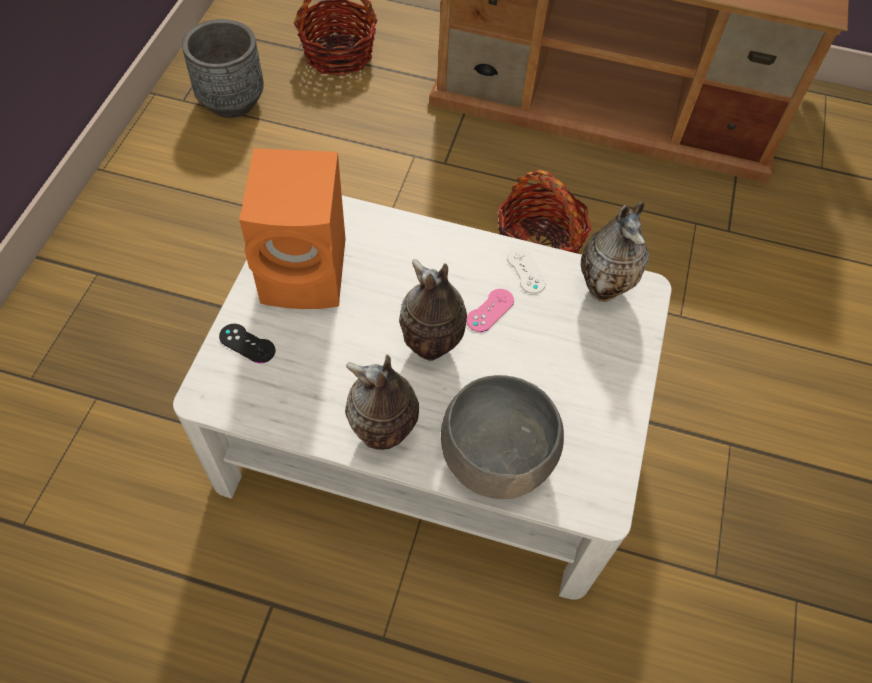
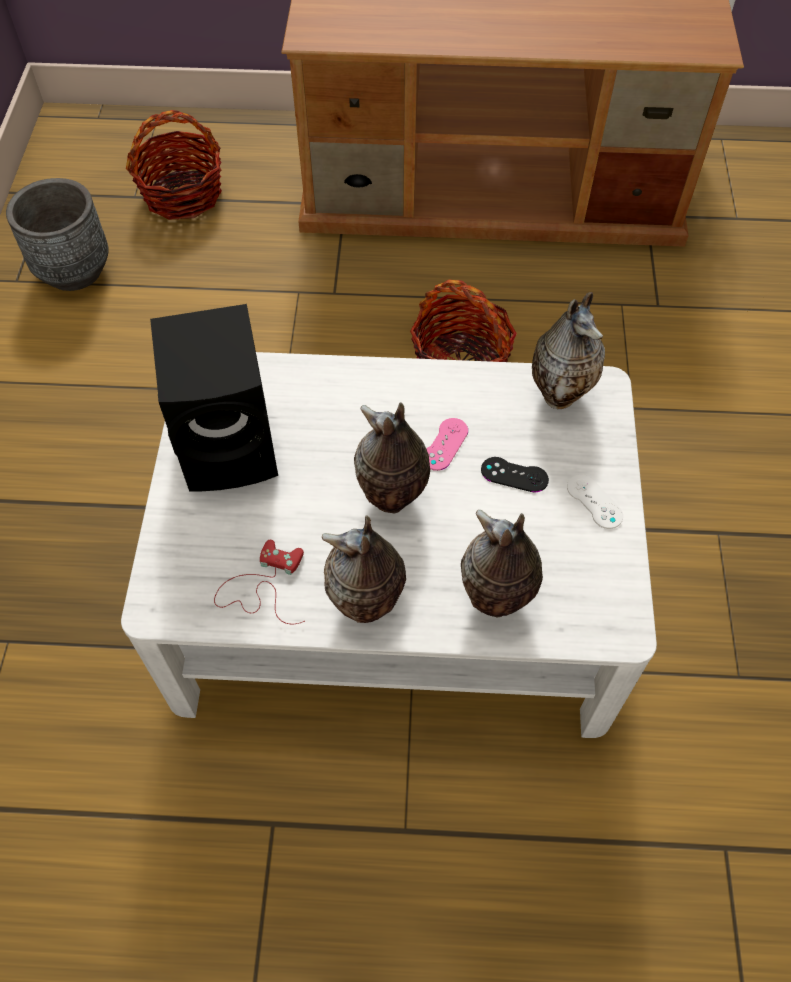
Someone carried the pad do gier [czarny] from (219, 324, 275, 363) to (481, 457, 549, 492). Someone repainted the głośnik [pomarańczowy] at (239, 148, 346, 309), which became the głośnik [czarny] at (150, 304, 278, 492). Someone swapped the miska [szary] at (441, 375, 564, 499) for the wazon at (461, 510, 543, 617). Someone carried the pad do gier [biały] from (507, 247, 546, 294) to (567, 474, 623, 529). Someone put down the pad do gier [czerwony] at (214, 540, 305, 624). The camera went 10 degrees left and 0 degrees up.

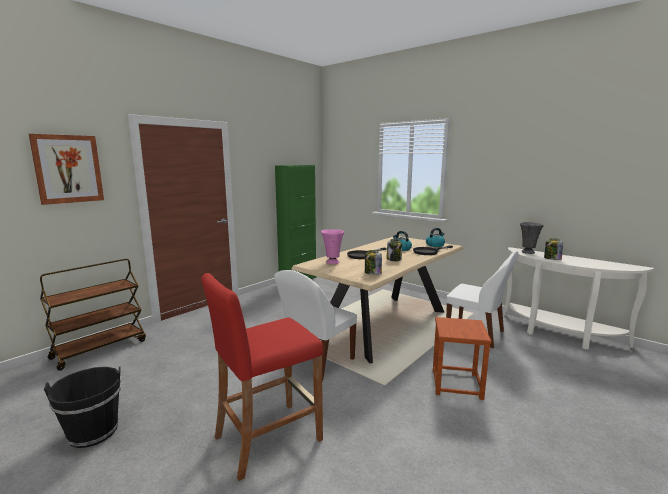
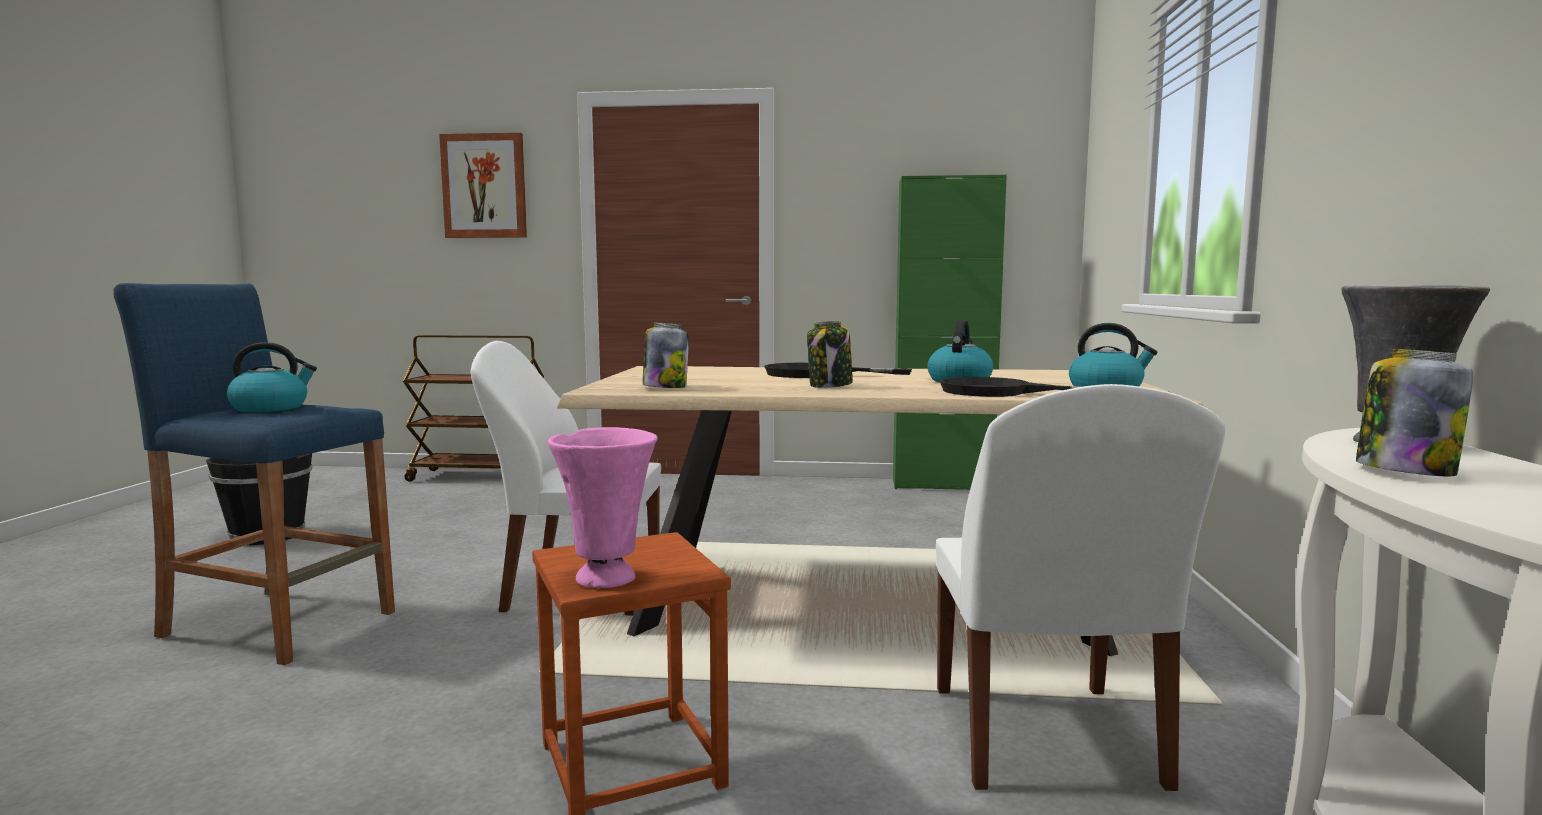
Someone repainted the stołek [czerwony] at (201, 273, 323, 481), which became the stołek [niebieski] at (113, 283, 395, 665). Someone carried the wazon [różowy] from (321, 229, 344, 264) to (548, 427, 657, 588). Someone put down the czajnik at (227, 342, 317, 412). The camera went 55 degrees right and 5 degrees down.

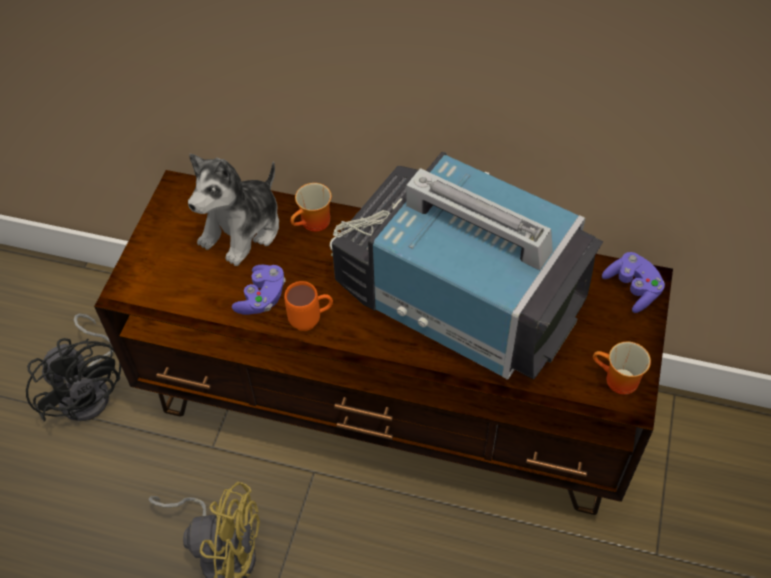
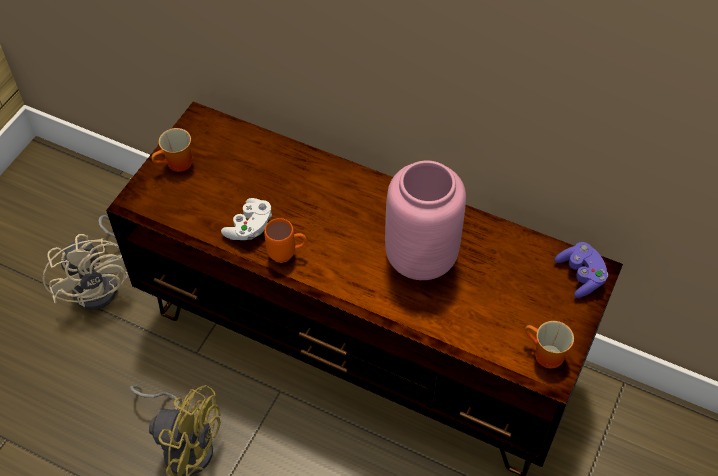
Someone repainted the wentylator [czarny] at (26, 313, 121, 422), which became the wentylator [beżowy] at (43, 215, 128, 310). Someone took away the pluszak at (188, 154, 279, 266). Someone repainted the pad do gier [fioletowy] at (232, 265, 286, 315), which became the pad do gier [biały] at (221, 198, 272, 240). Someone carried the kubek from (290, 183, 331, 232) to (151, 128, 193, 172). Someone swapped the telewizor at (330, 152, 603, 380) for the wazon [różowy] at (385, 160, 466, 280). The camera went 10 degrees right and 0 degrees up.

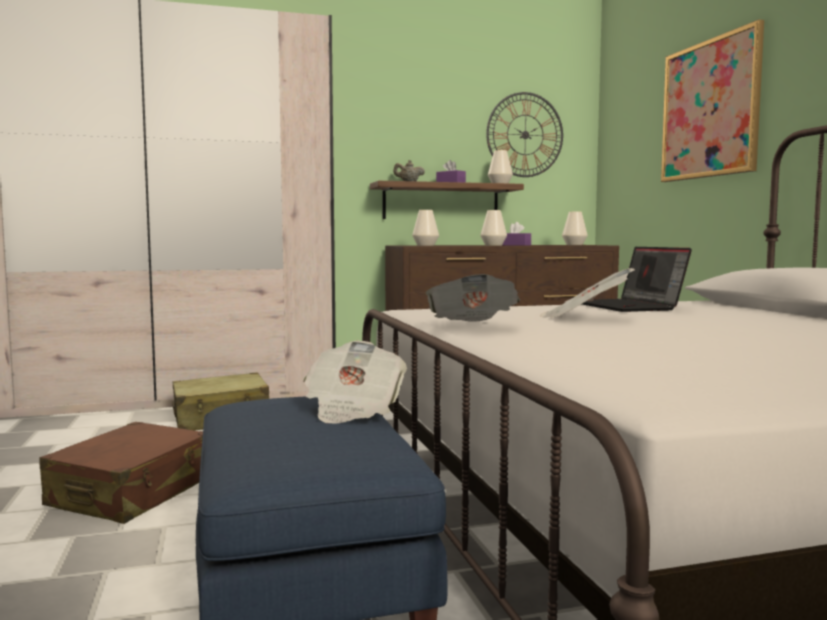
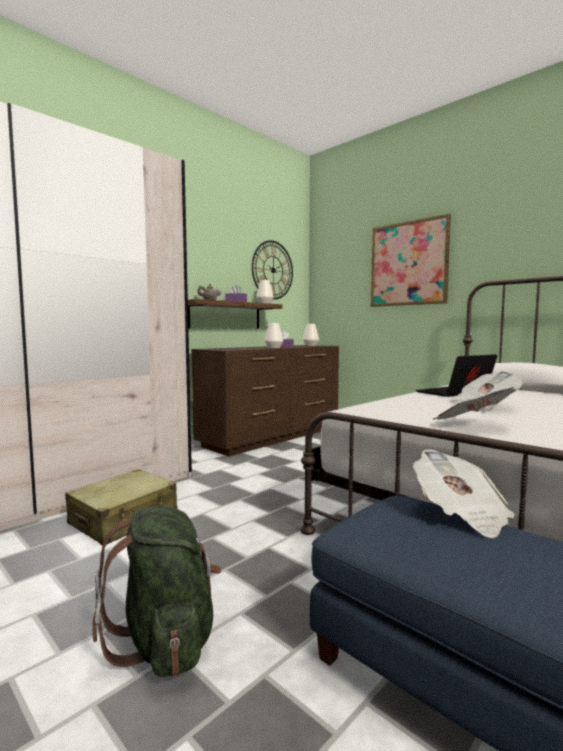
Someone swapped the walizka [brązowy] at (39, 422, 203, 524) for the plecak [zielony] at (93, 507, 221, 677). Someone took away the wazon [biały] at (412, 210, 439, 246). Someone rotated the laptop at (582, 247, 692, 312) by 105 degrees clockwise. The camera went 30 degrees left and 0 degrees up.

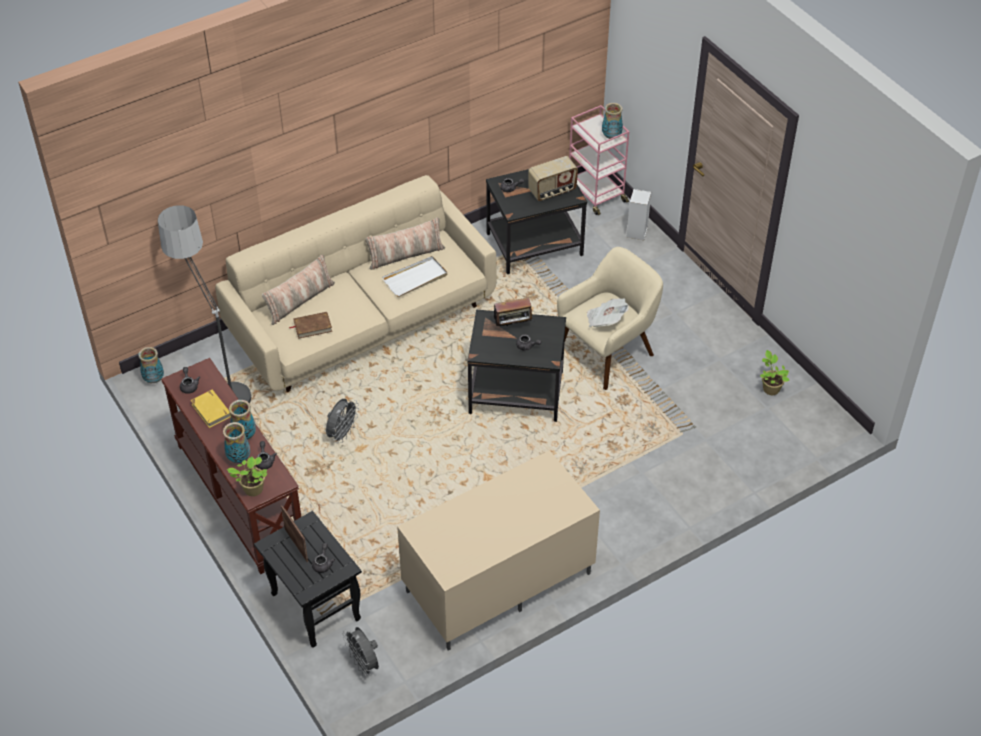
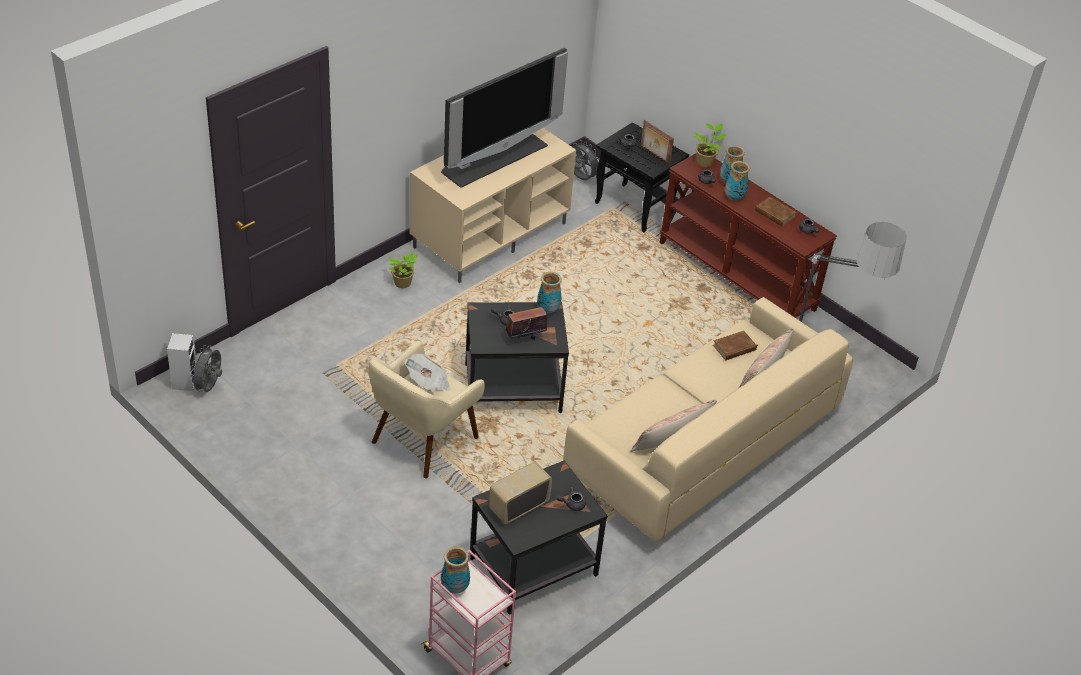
Someone carried the wazon from (138, 347, 164, 383) to (537, 272, 562, 313). Someone repainted the książka [żółty] at (191, 390, 231, 428), which became the książka [brązowy] at (755, 197, 797, 228). Someone carried the wentylator [szary] from (326, 399, 359, 443) to (190, 345, 222, 392). Someone took away the taca [biały] at (382, 256, 447, 297). Someone carried the głośnik from (627, 189, 651, 240) to (167, 333, 197, 391). Someone carried the roślina doniczkowa from (760, 350, 790, 395) to (388, 252, 417, 288). Someone put down the telewizor at (441, 48, 568, 188). The camera went 165 degrees right and 5 degrees down.

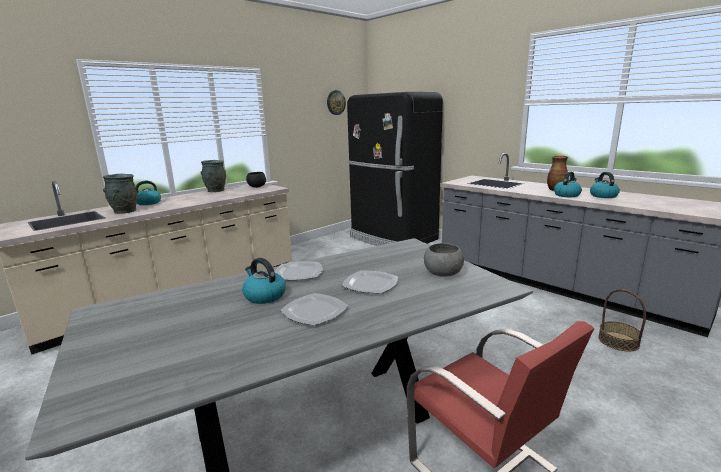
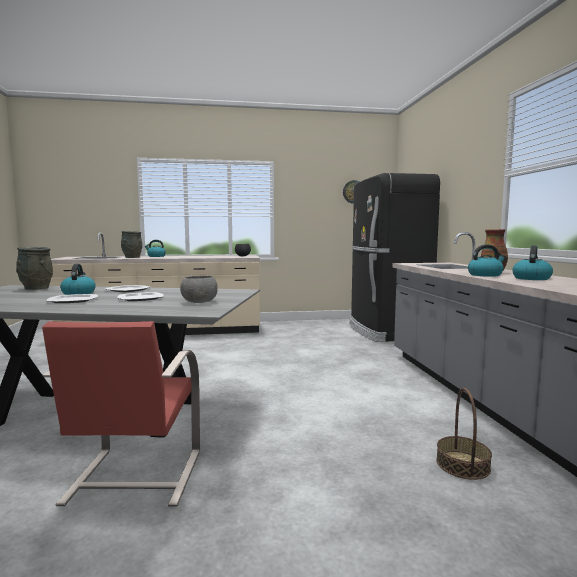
Someone carried the wazon [szary] from (201, 160, 226, 192) to (16, 247, 53, 290). The camera went 35 degrees right and 10 degrees down.

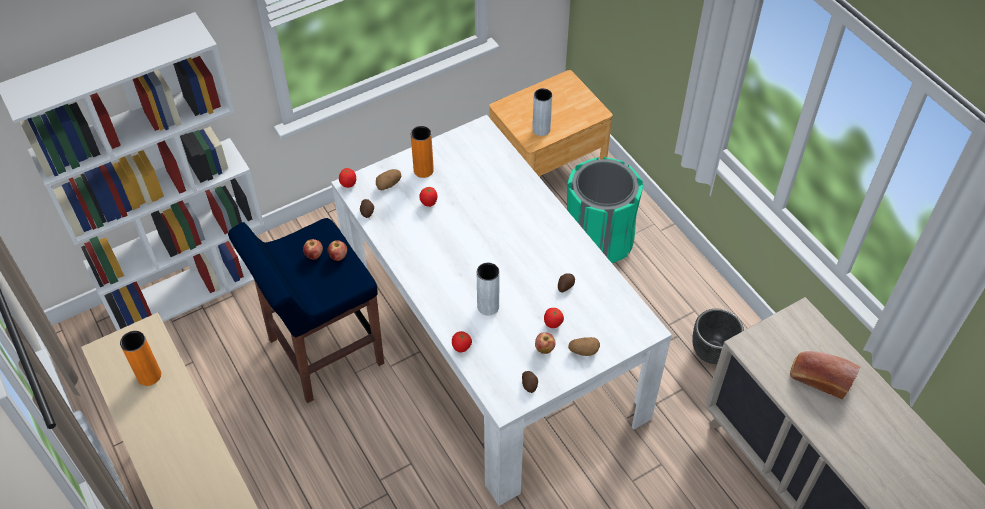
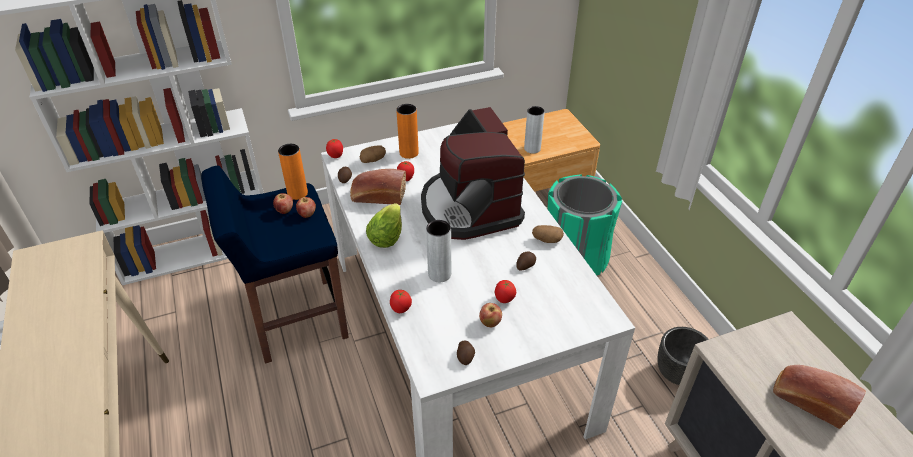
Someone carried the wazon [pomarańczowy] from (120, 331, 161, 386) to (278, 144, 308, 200). Someone carried the ziemniak from (568, 337, 600, 356) to (532, 225, 564, 243). Someone put down the chleb at (350, 169, 406, 205). Someone put down the sałata at (366, 203, 402, 248). Someone put down the ekspres do kawy at (421, 107, 525, 240). The camera went 10 degrees right and 10 degrees down.

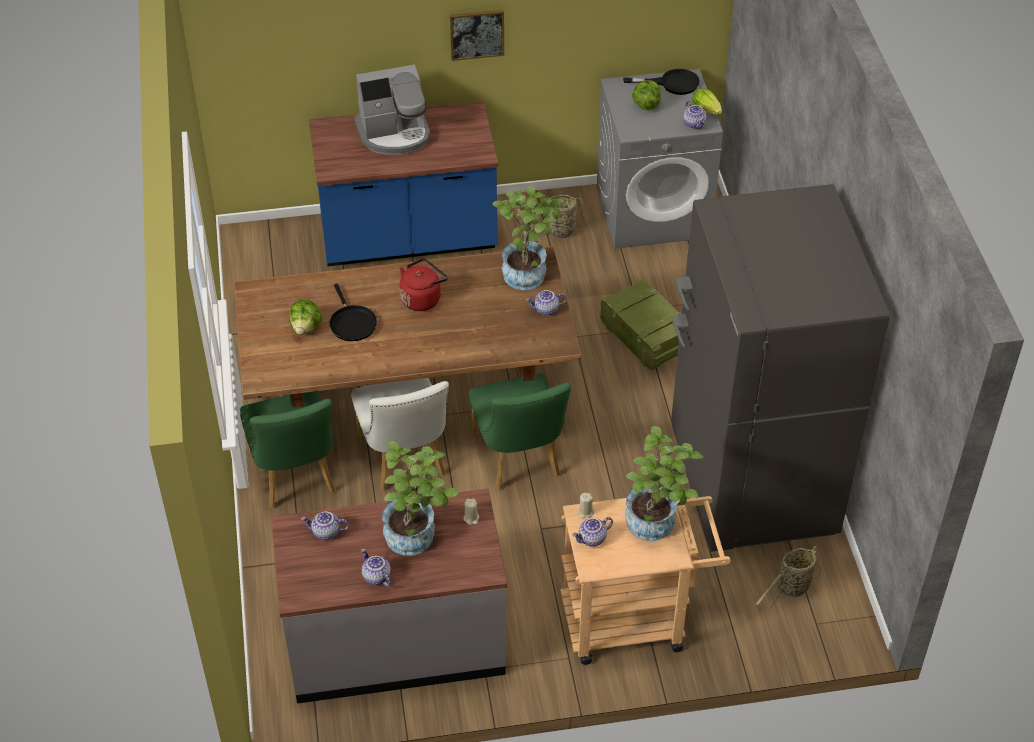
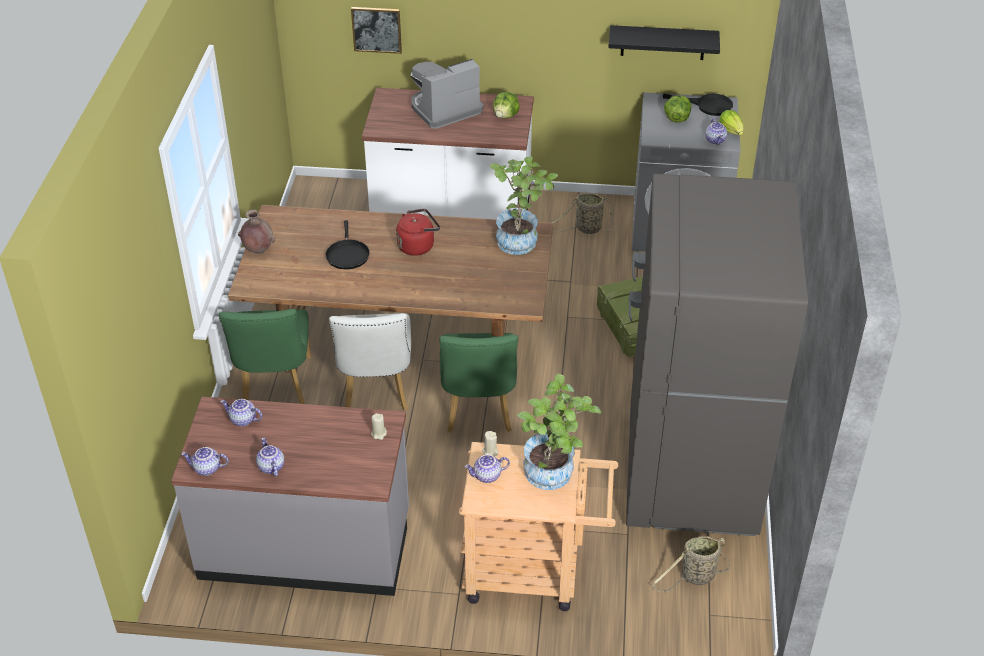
Someone carried the sałata from (289, 300, 322, 334) to (493, 92, 520, 119). Someone repainted the zabudowa kuchenna [niebieski] at (309, 102, 498, 266), which became the zabudowa kuchenna [biały] at (362, 88, 534, 219). Someone rotated the ekspres do kawy at (354, 64, 430, 155) by 150 degrees clockwise. Someone took away the roślina doniczkowa at (382, 441, 459, 555). Someone carried the obraz from (450, 10, 504, 61) to (351, 7, 402, 54). Someone carried the imbryk from (526, 290, 567, 316) to (181, 447, 228, 476). Someone put down the wazon [brązowy] at (238, 210, 275, 254). Someone put up the półka [czarny] at (608, 25, 720, 60). The camera went 15 degrees right and 5 degrees down.

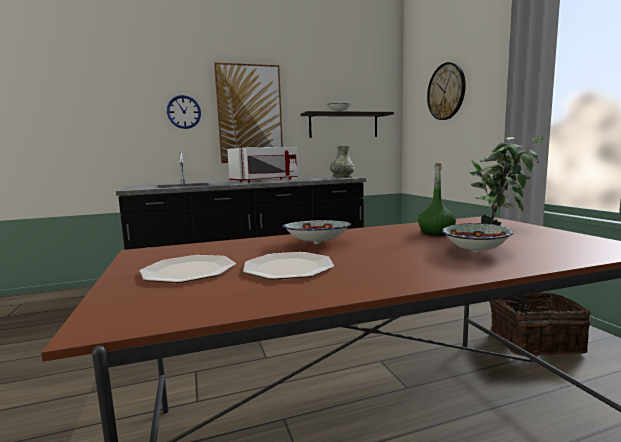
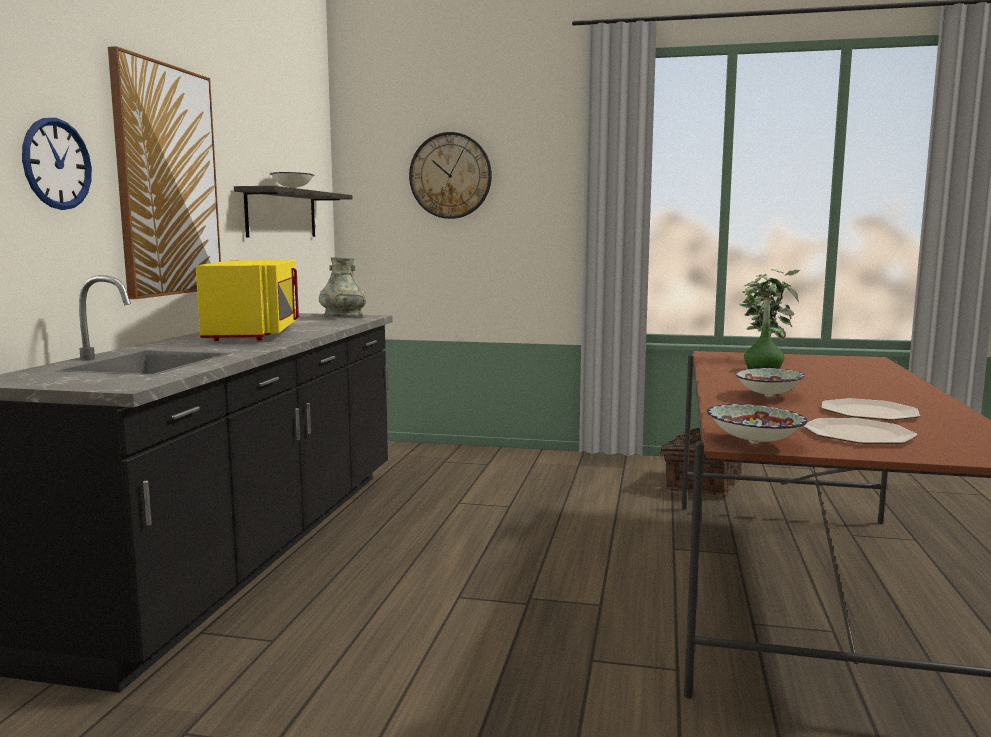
Someone repainted the mikrofalówka [biały] at (227, 147, 298, 183), which became the mikrofalówka [żółty] at (196, 260, 299, 341). Someone carried the miska from (442, 223, 514, 253) to (707, 404, 808, 444). The camera went 60 degrees left and 0 degrees up.

